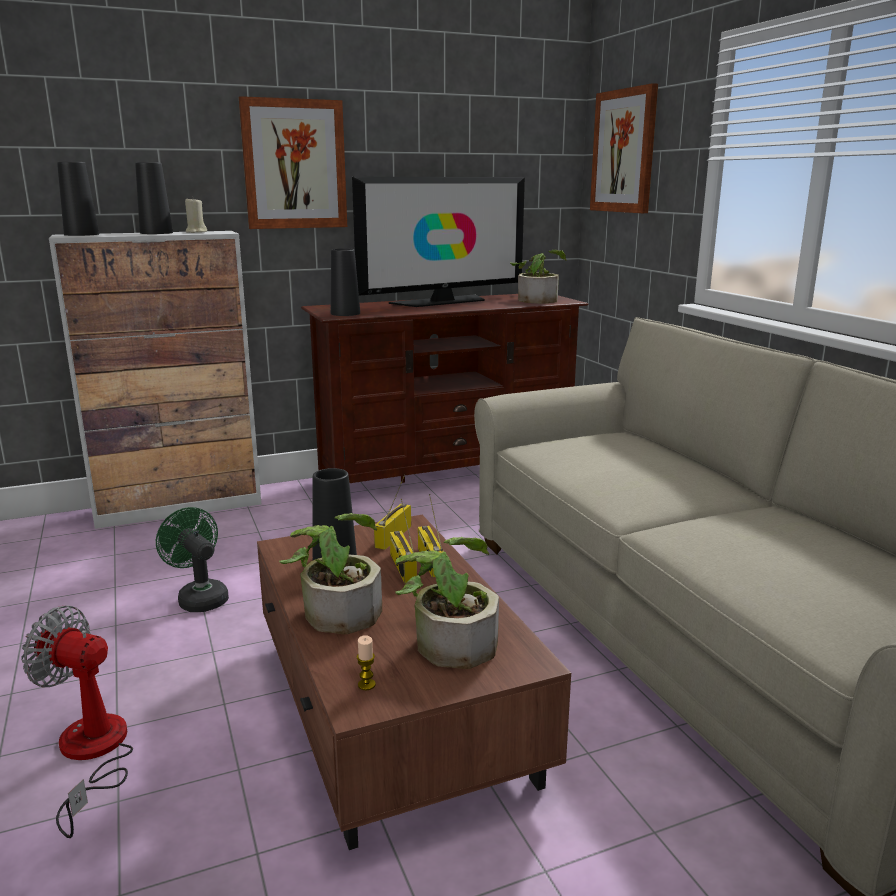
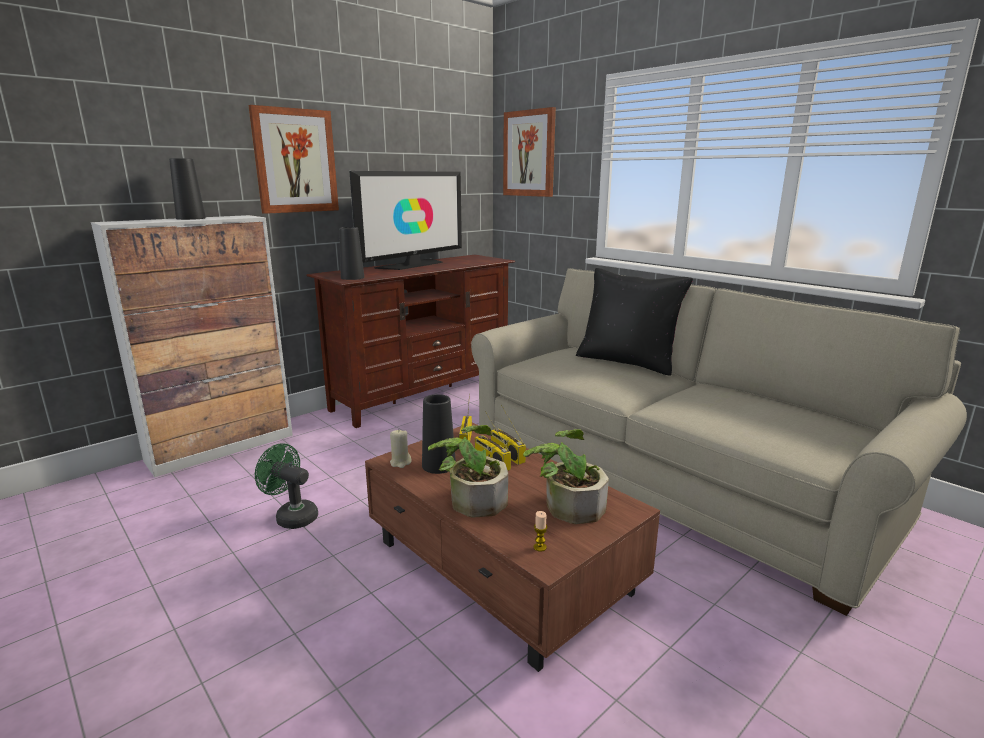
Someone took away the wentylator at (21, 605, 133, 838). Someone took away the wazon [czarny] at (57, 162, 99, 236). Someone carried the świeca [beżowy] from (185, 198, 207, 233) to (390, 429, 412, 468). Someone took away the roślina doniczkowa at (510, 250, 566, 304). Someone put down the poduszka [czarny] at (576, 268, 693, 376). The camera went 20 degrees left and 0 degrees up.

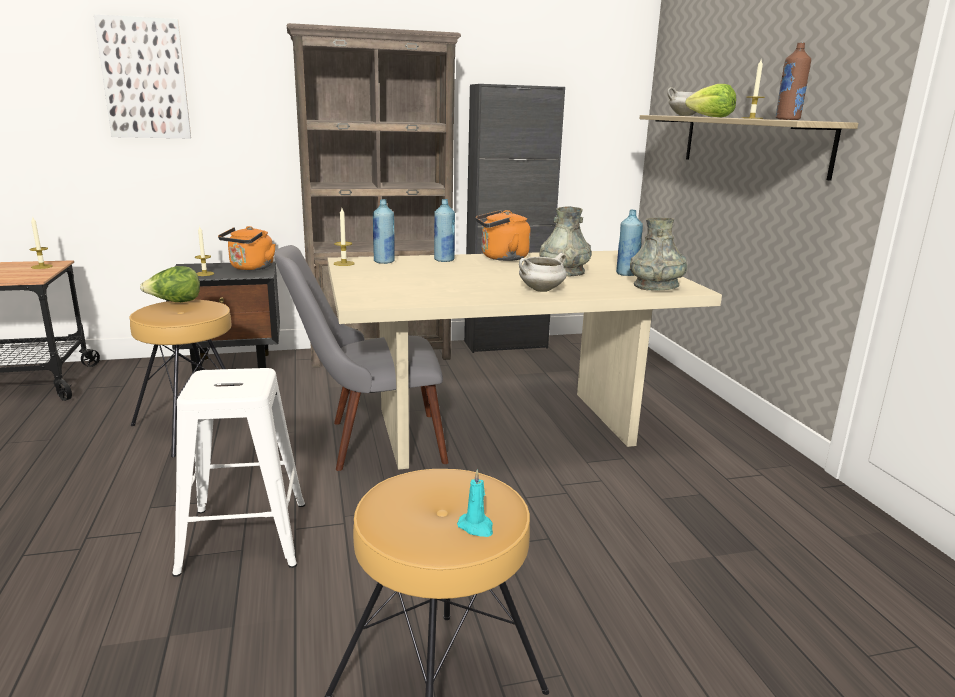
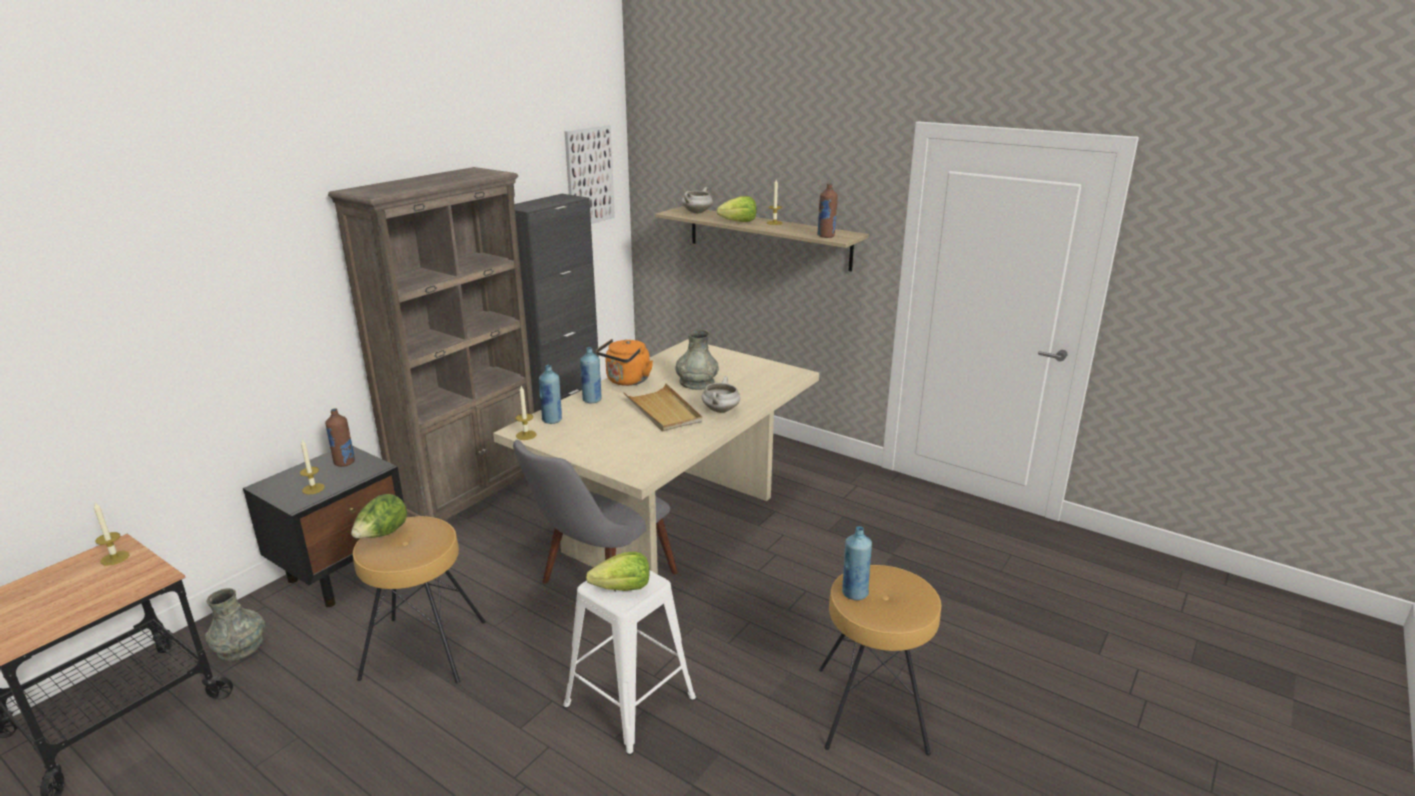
Someone carried the obraz from (94, 14, 191, 139) to (565, 125, 615, 224). Someone swapped the czajnik [pomarańczowy] at (218, 226, 276, 270) for the butelka [brązowy] at (325, 408, 355, 467). Someone took away the świeca [turkusowy] at (457, 469, 493, 537). Someone carried the butelka [niebieski] from (616, 210, 643, 276) to (842, 526, 872, 600). Someone carried the wazon [szary] from (630, 217, 687, 291) to (205, 588, 265, 662). Someone put down the sałata at (586, 552, 649, 591). Someone put down the taca [beżowy] at (623, 384, 702, 432). The camera went 40 degrees left and 5 degrees up.

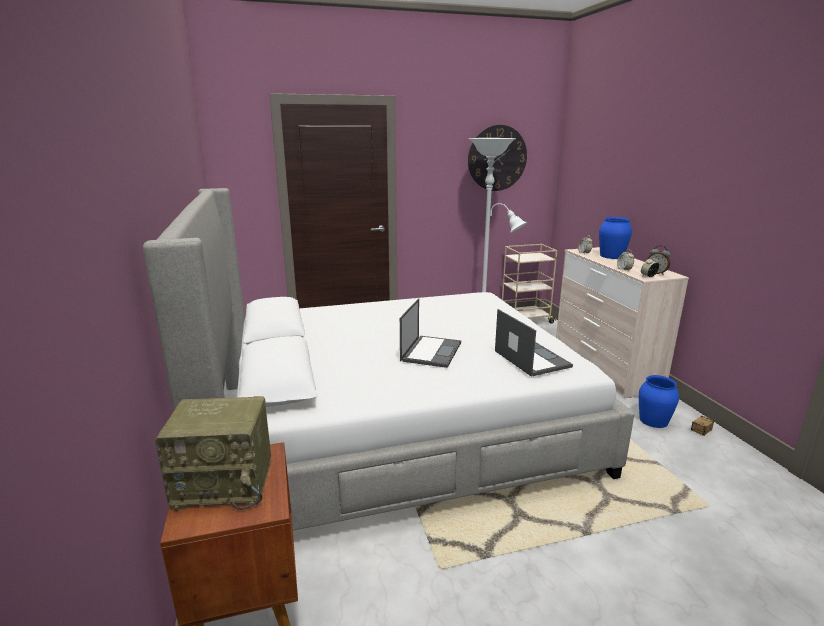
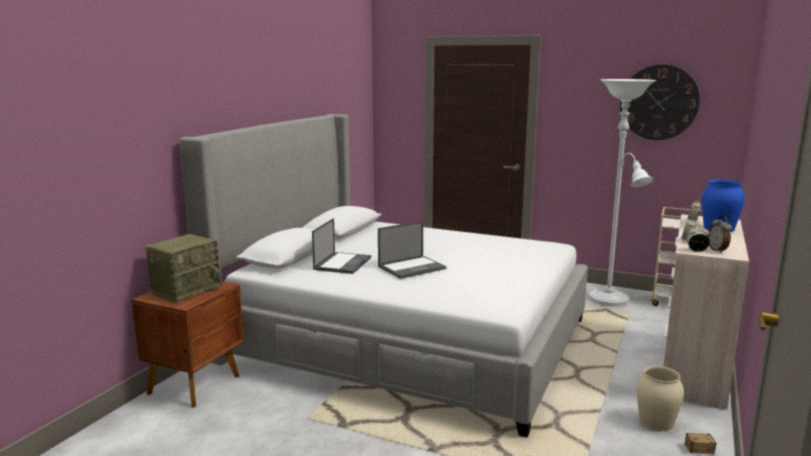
Someone rotated the radio at (155, 396, 271, 511) by 90 degrees counterclockwise. Someone carried the laptop from (495, 309, 573, 377) to (312, 218, 371, 274). Someone repainted the wazon [niebieski] at (639, 375, 679, 428), which became the wazon [beżowy] at (637, 365, 684, 431). The camera went 40 degrees right and 5 degrees down.

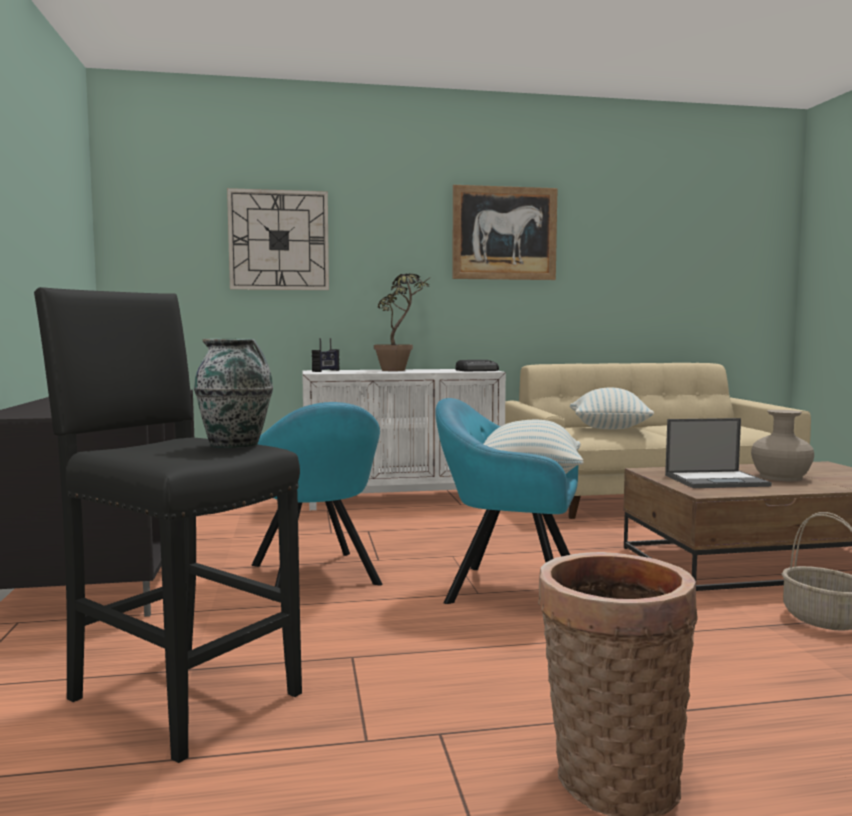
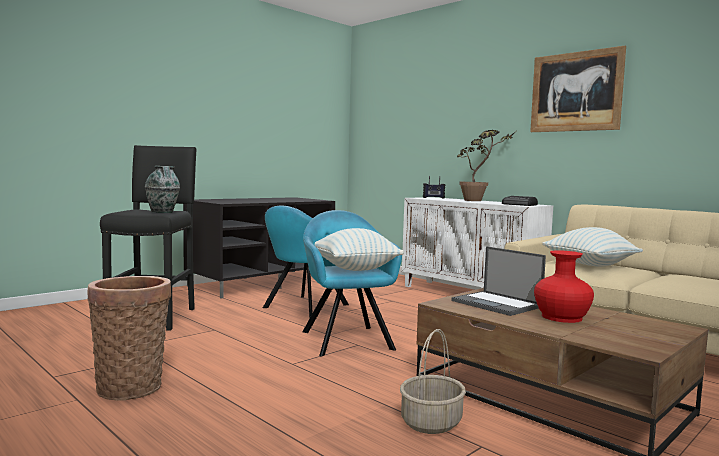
Someone took away the zegar ścienny at (227, 188, 329, 290). Someone repainted the wazon [beżowy] at (751, 410, 814, 481), which became the wazon [czerwony] at (534, 250, 594, 323). The camera went 55 degrees right and 0 degrees up.

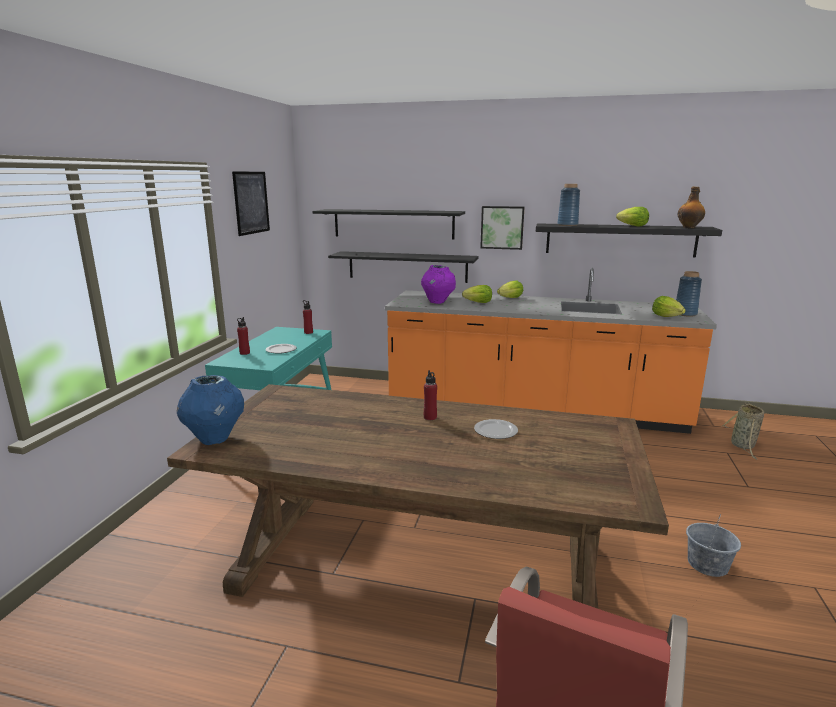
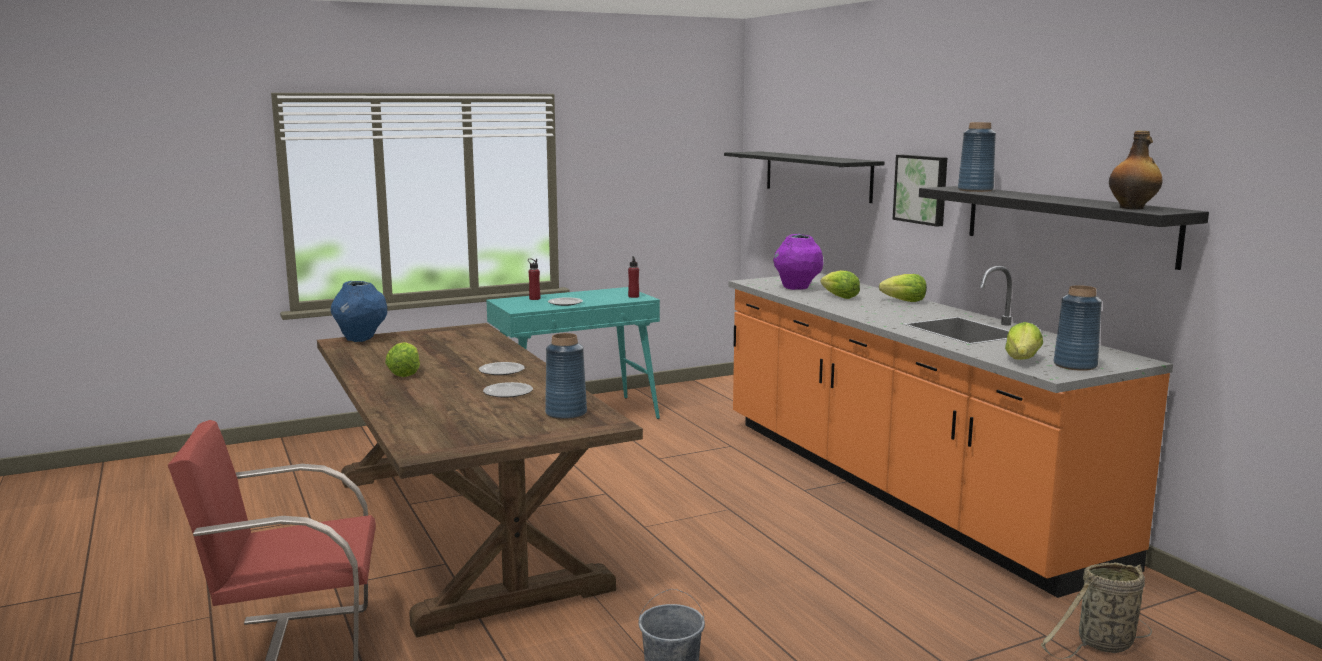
Someone took away the obraz at (232, 171, 270, 236). Someone took away the półka [czarny] at (328, 251, 479, 283). Someone swapped the butelka [czerwony] at (424, 370, 437, 420) for the talerz at (479, 362, 525, 375). Someone carried the sałata from (616, 207, 649, 226) to (385, 342, 420, 377). Someone put down the wazon [niebieski] at (545, 333, 587, 420). The camera went 50 degrees right and 5 degrees down.

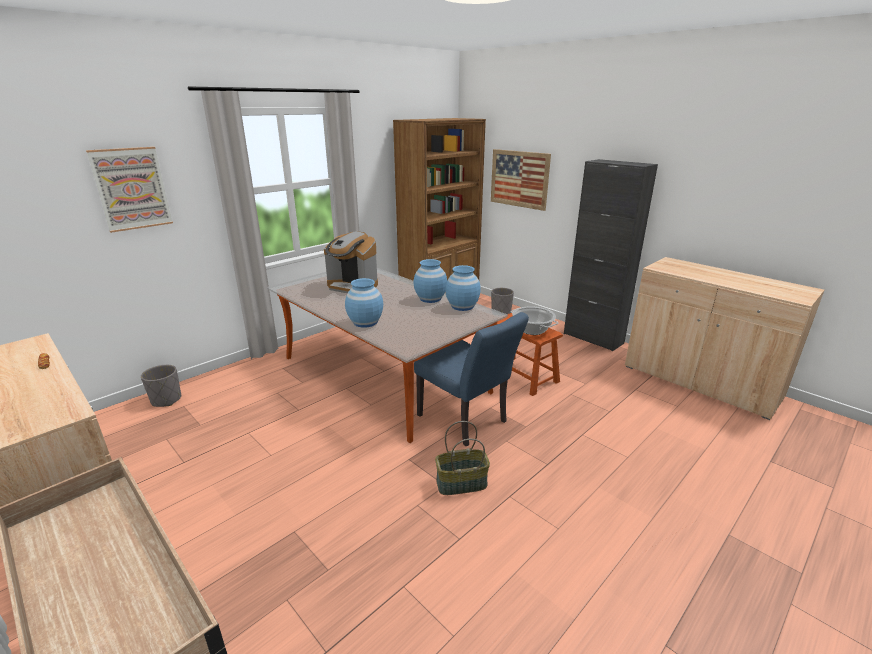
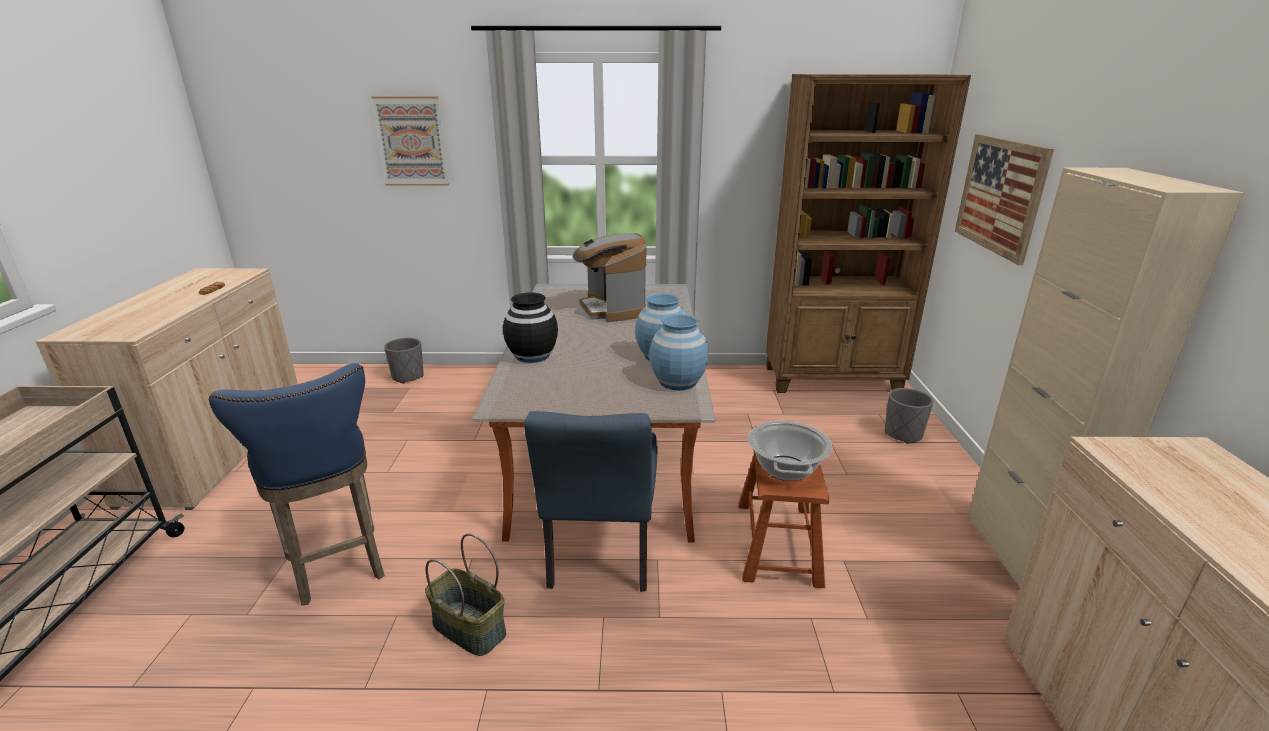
Someone repainted the wazon [niebieski] at (345, 278, 383, 327), which became the wazon [czarny] at (503, 293, 558, 363). Someone repainted the szafka [czarny] at (564, 159, 658, 351), which became the szafka [beżowy] at (967, 168, 1244, 587). Someone put down the stołek [niebieski] at (209, 363, 385, 605). The camera went 45 degrees right and 0 degrees up.

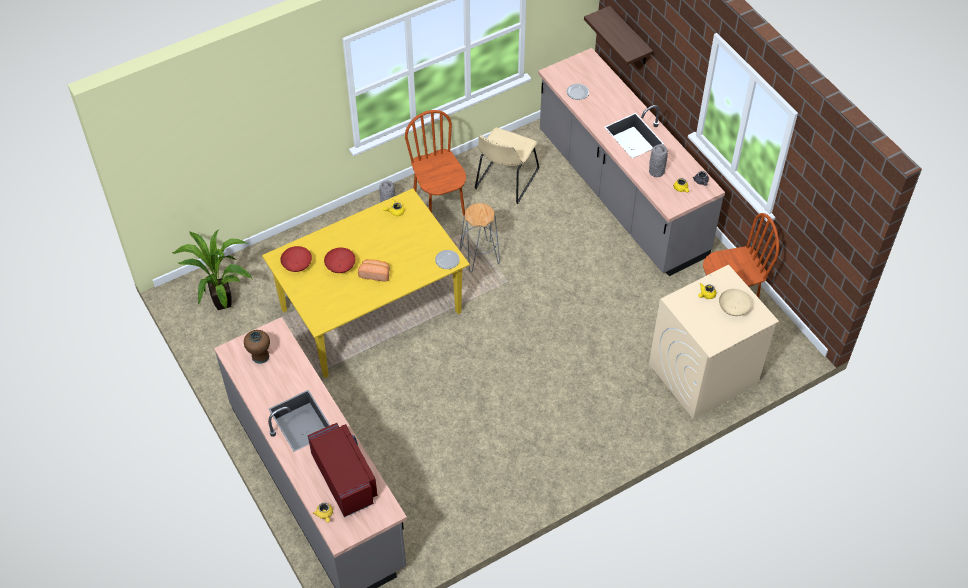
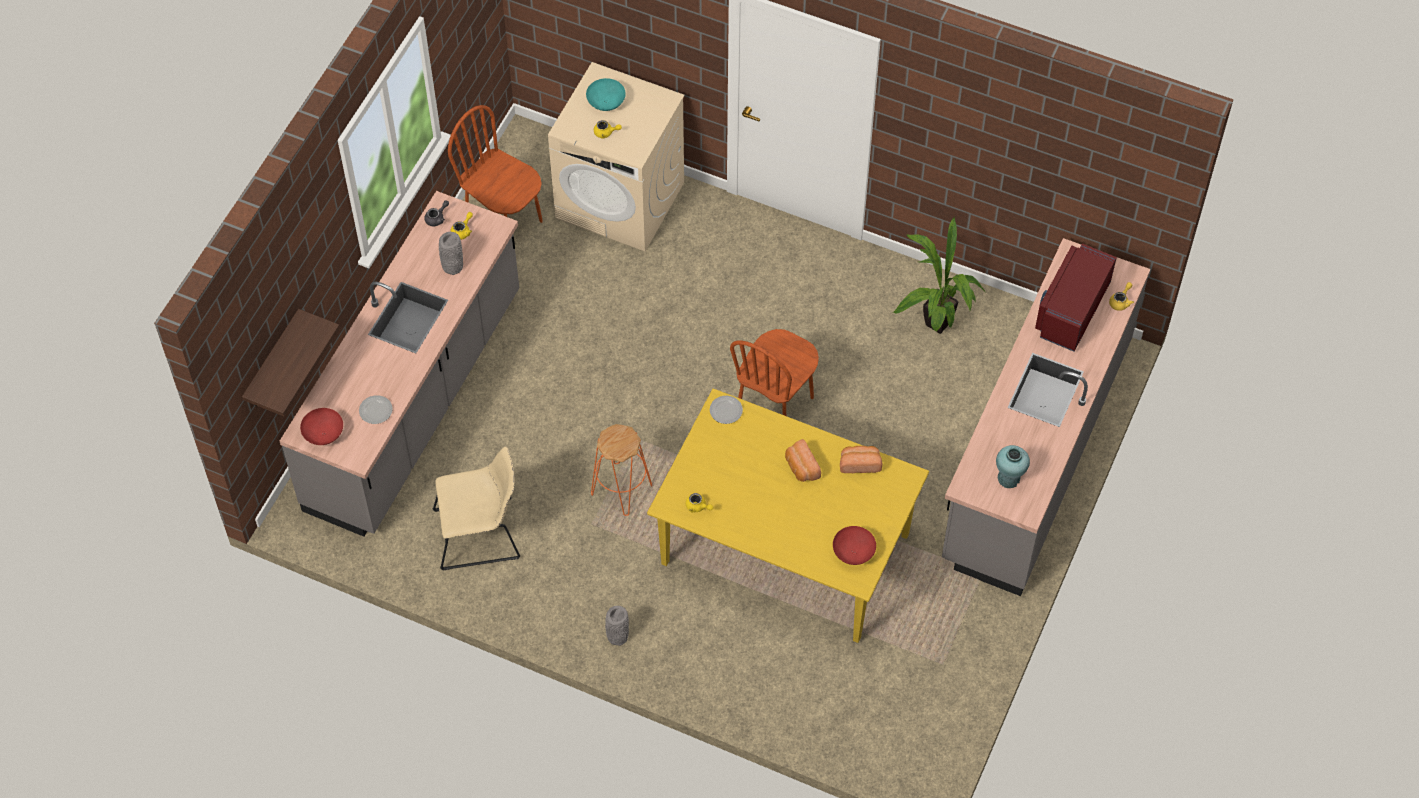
Someone carried the roślina doniczkowa from (172, 230, 252, 310) to (893, 217, 985, 334). Someone repainted the wazon [brązowy] at (244, 330, 270, 364), which became the wazon [turkusowy] at (996, 445, 1030, 488). Someone carried the miska [czerwony] from (324, 248, 356, 273) to (300, 408, 343, 445). Someone carried the krzesło [brązowy] from (405, 110, 466, 216) to (730, 329, 819, 416). Someone repainted the stołek [szary] at (460, 203, 500, 272), which became the stołek [pomarańczowy] at (591, 424, 652, 516). Someone repainted the miska [beżowy] at (719, 289, 752, 316), which became the miska [turkusowy] at (586, 78, 626, 111). Someone put down the chleb at (840, 446, 882, 473). The camera went 125 degrees left and 5 degrees up.

